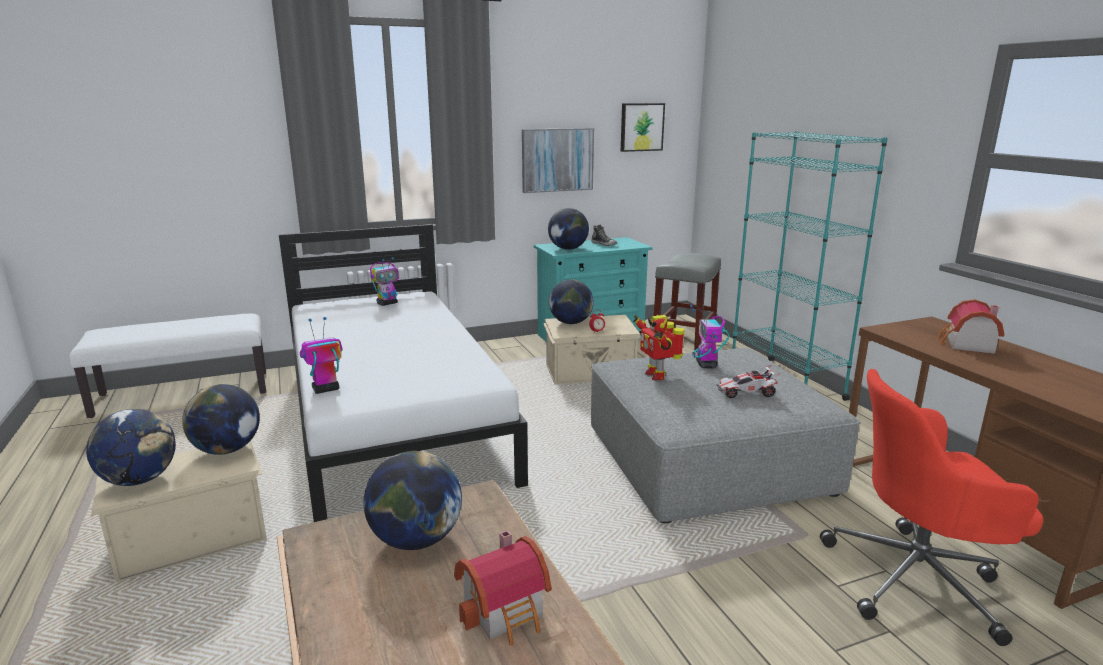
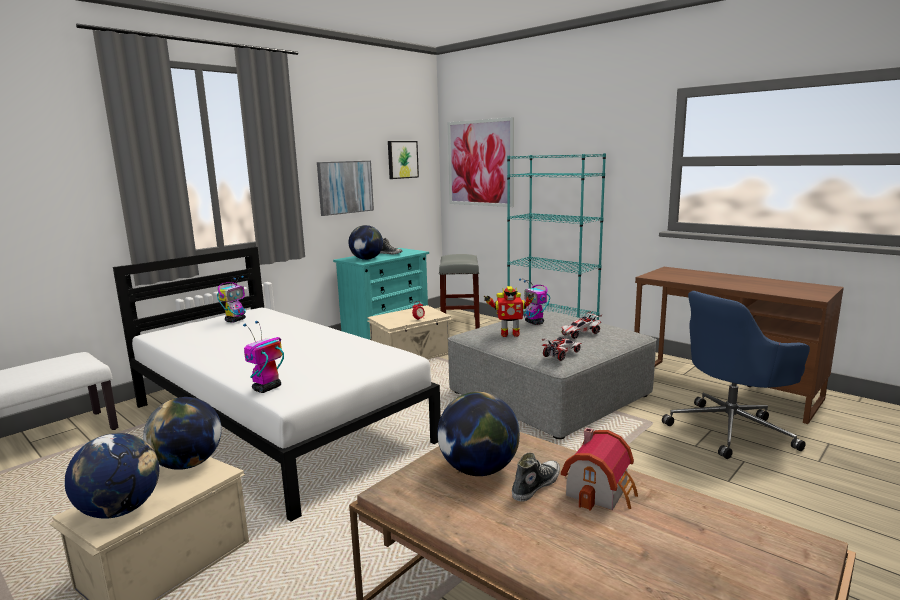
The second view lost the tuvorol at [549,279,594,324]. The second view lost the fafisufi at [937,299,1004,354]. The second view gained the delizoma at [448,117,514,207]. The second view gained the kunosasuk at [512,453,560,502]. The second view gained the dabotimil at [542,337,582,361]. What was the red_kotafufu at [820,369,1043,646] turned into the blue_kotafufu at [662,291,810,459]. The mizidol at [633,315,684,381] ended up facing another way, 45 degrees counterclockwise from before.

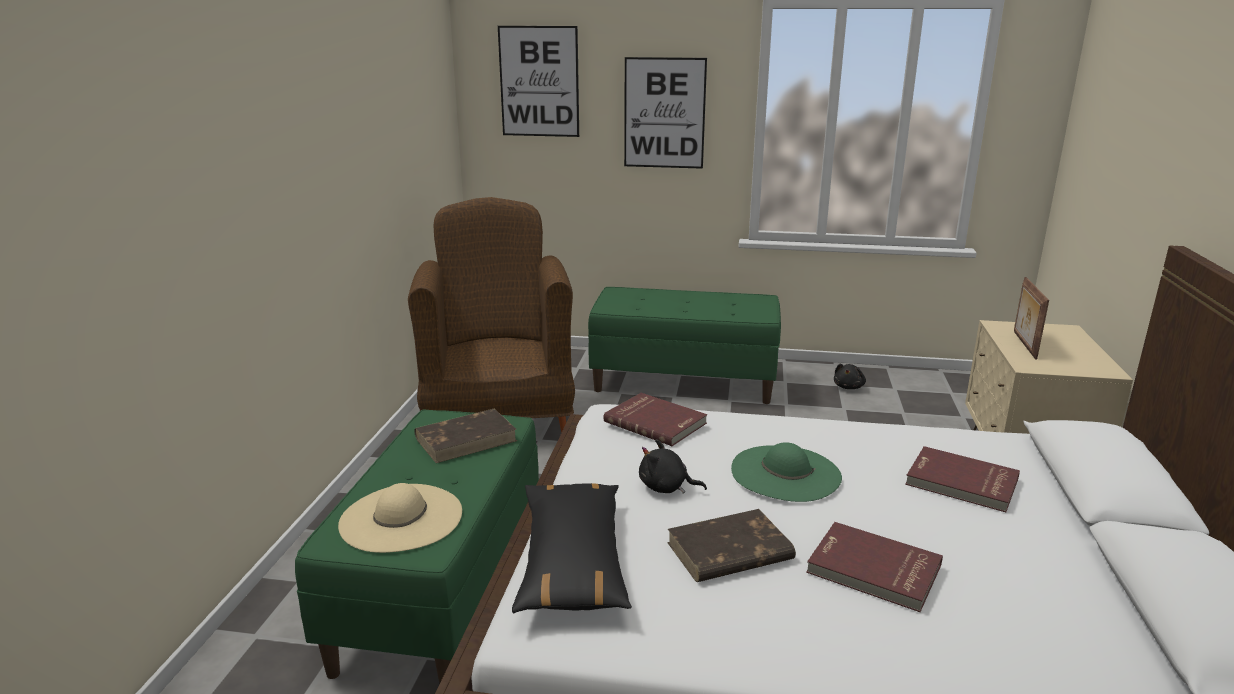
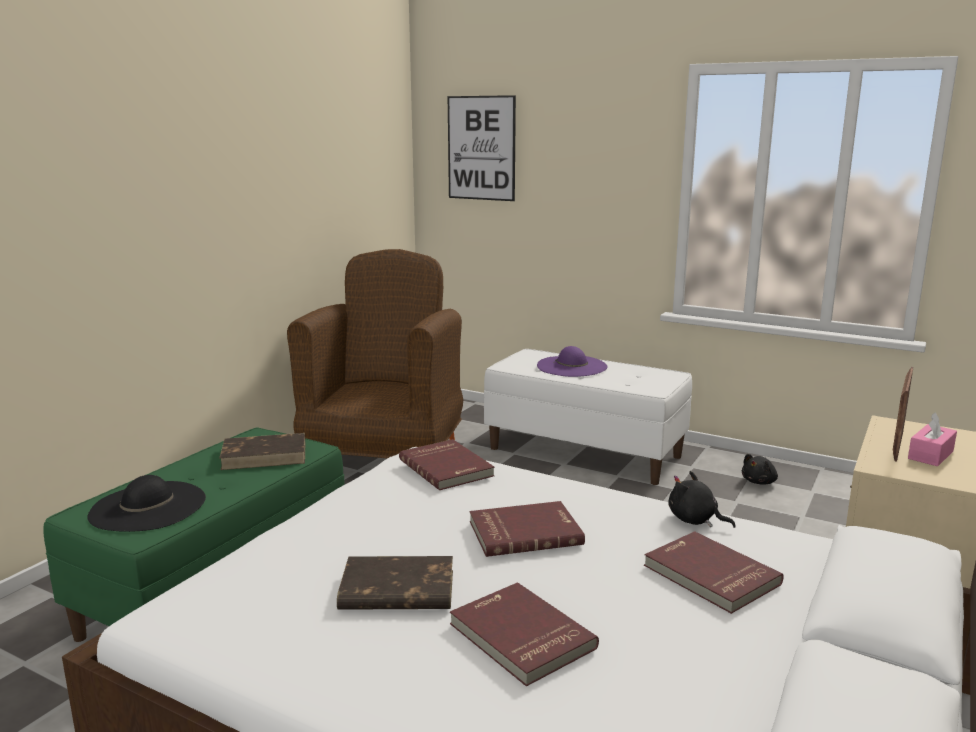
The second view lost the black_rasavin at [512,483,632,613]. The second view lost the delizoma at [624,57,707,169]. The second view gained the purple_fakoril at [537,346,608,377]. The second view gained the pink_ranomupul at [908,412,957,466]. The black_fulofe ended up elsewhere, having gone from [639,439,707,494] to [668,471,736,528]. Where the green_fakoril stood at [731,442,842,502], the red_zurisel came to stand at [469,501,585,557]. What was the beige_fakoril at [338,483,462,553] turned into the black_fakoril at [87,475,206,532]. What was the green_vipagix at [588,287,781,404] turned into the white_vipagix at [484,349,692,485].

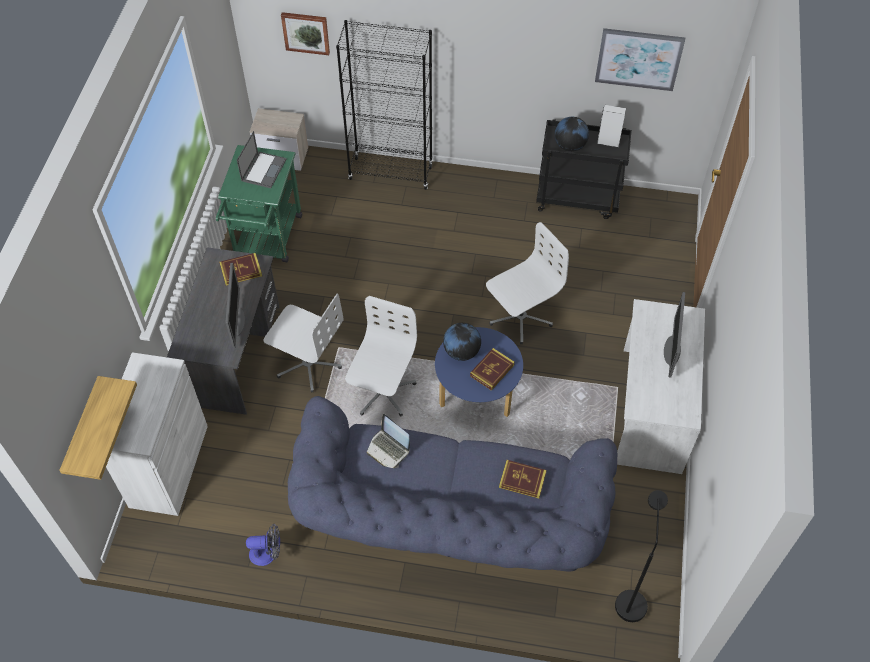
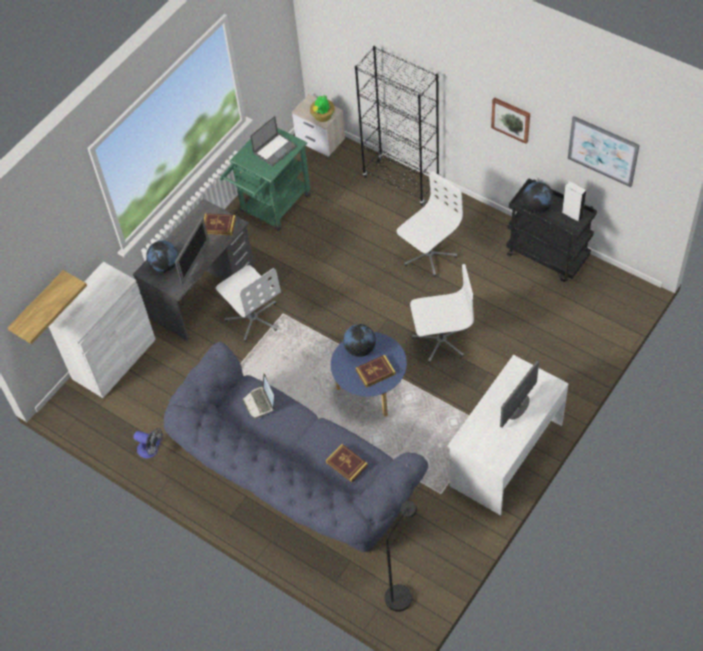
The second view gained the tuvorol at [146,240,178,272]. The second view gained the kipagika at [310,95,335,122]. The delizoma ended up elsewhere, having gone from [281,12,330,55] to [491,97,530,144]. The white_kotafufu ended up elsewhere, having gone from [345,296,417,417] to [397,171,463,277].

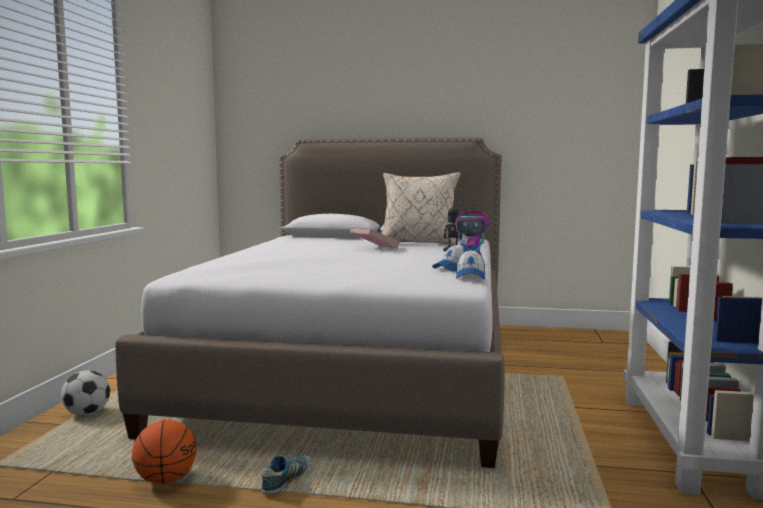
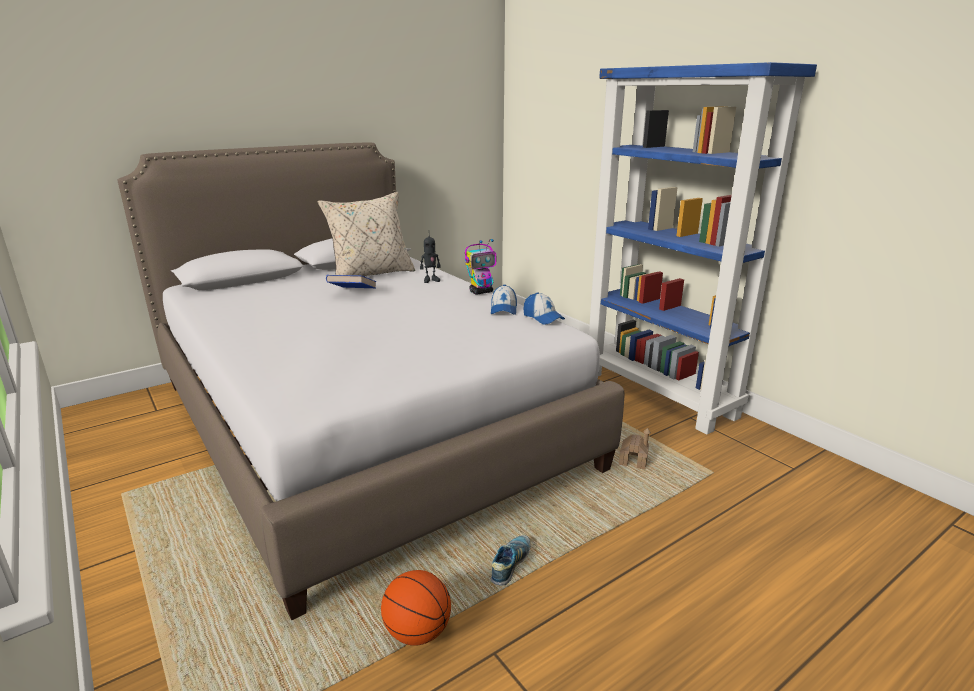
The second view lost the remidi at [61,370,110,416]. The second view gained the fafisufi at [619,428,651,469]. What was the pink_zurisel at [350,226,400,248] turned into the blue_zurisel at [326,275,376,288]. The kunosasuk at [261,455,311,495] ended up facing another way, 45 degrees clockwise from before.

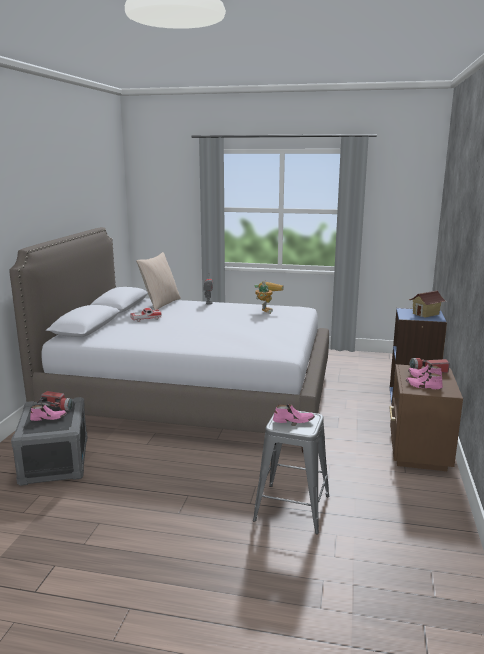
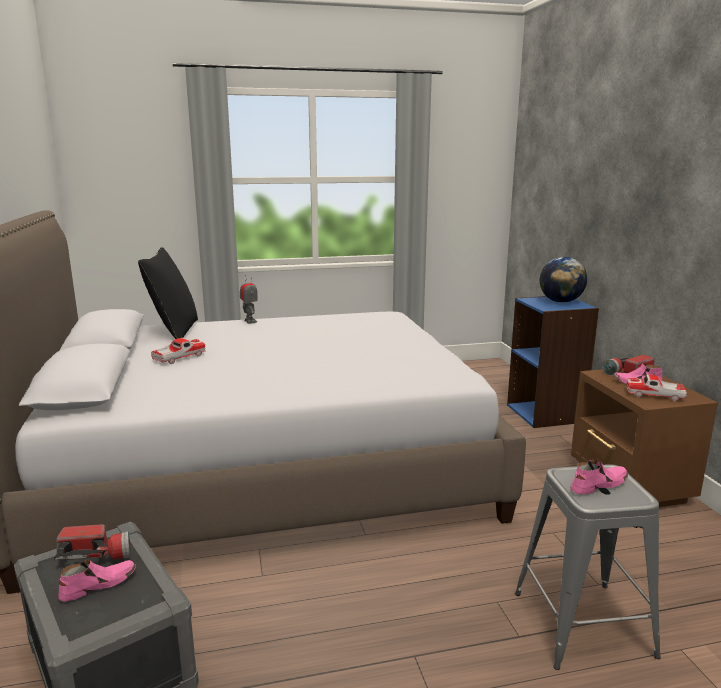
The second view lost the mizidol at [255,280,284,314]. Where the pink_kunosasuk stood at [406,372,443,389], the dabotimil came to stand at [627,375,687,401]. Where the fafisufi stood at [408,290,445,318], the tuvorol came to stand at [540,257,587,303]. What was the beige_rasavin at [136,252,181,310] turned into the black_rasavin at [138,247,198,339].

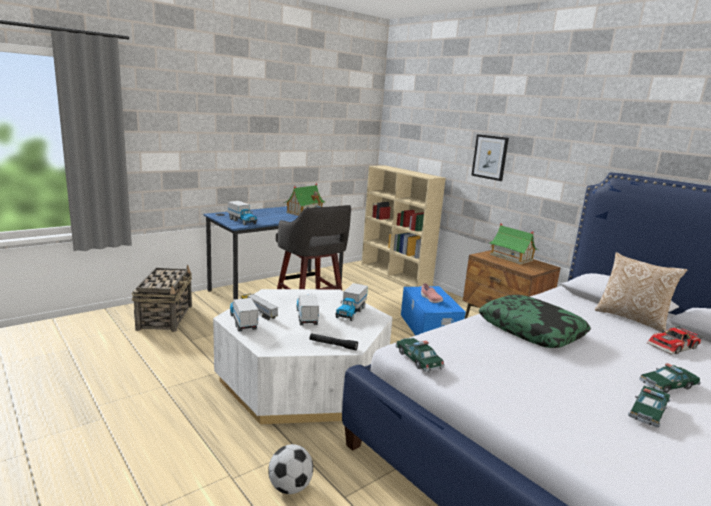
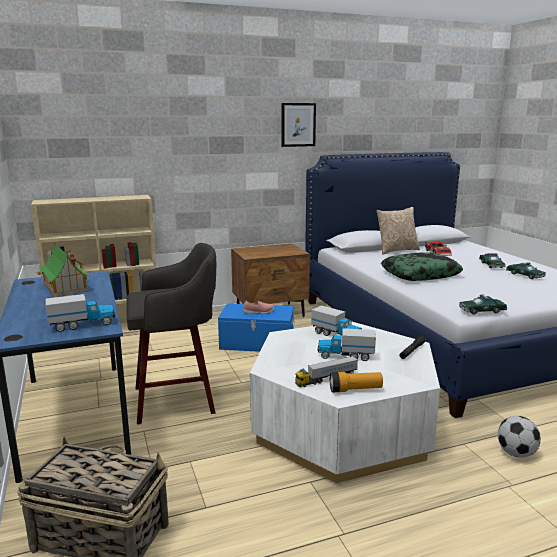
The second view lost the fafisufi at [489,223,538,265]. The delizoma ended up elsewhere, having gone from [471,134,509,181] to [281,103,316,147]. Where the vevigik stood at [230,298,258,332], the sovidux came to stand at [330,372,383,392].

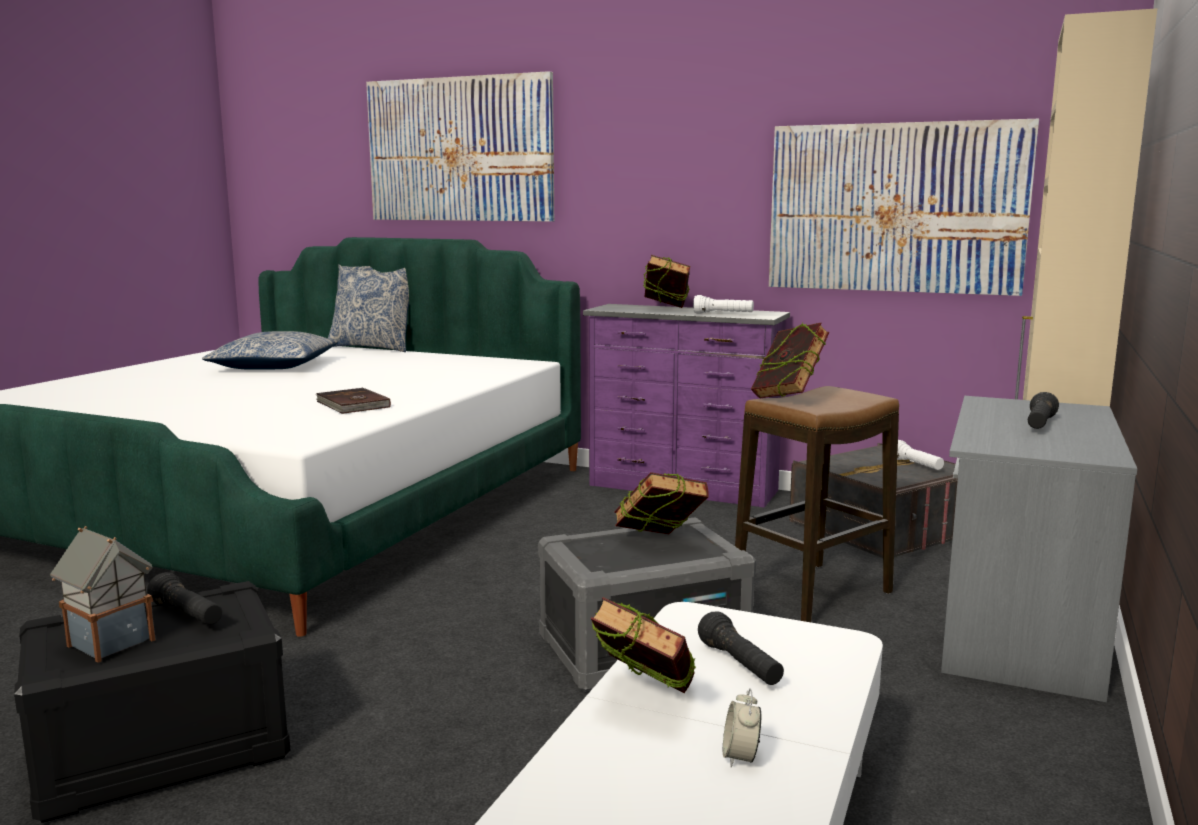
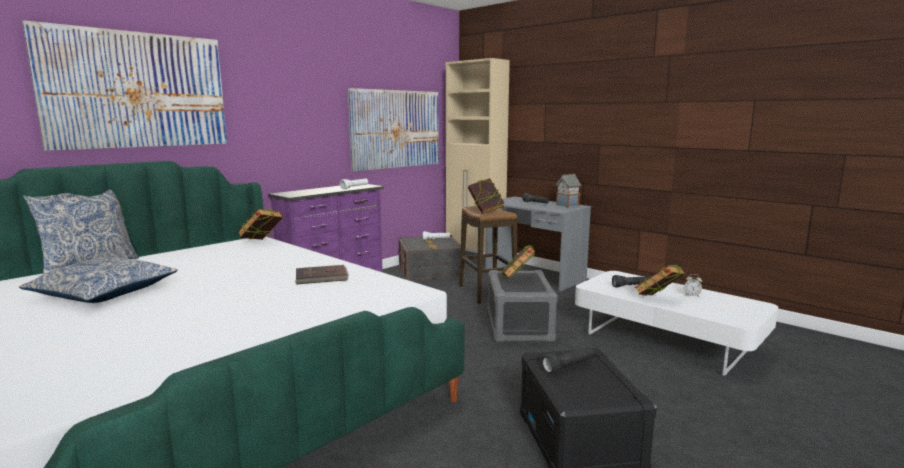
The fafisufi ended up elsewhere, having gone from [50,526,156,663] to [556,173,581,207]. The zurisel ended up elsewhere, having gone from [643,255,690,308] to [238,209,283,240].

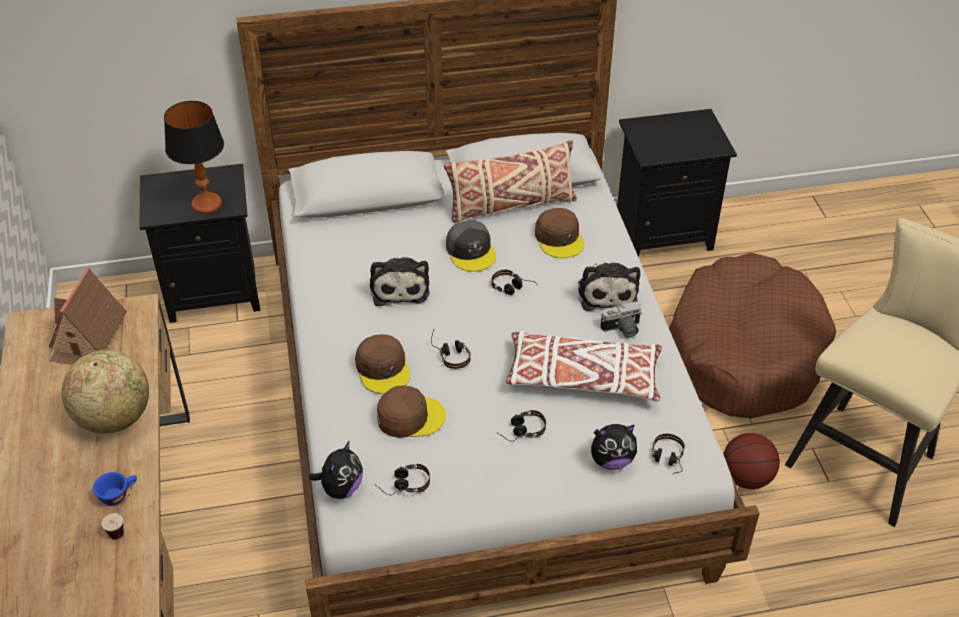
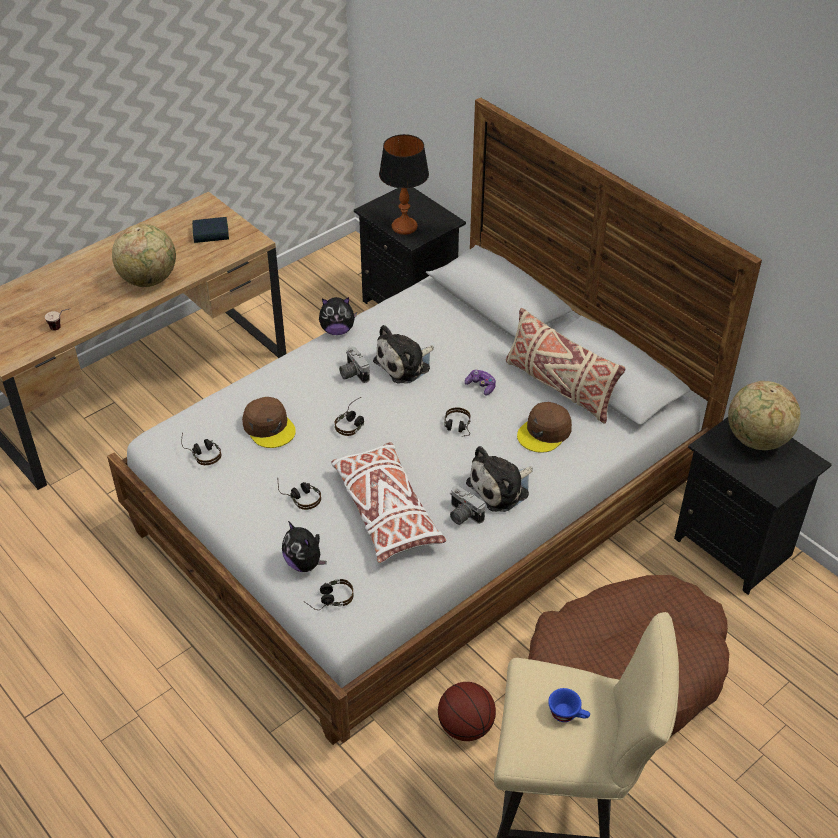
The second view lost the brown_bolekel at [355,334,410,394]. The second view gained the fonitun at [339,346,370,383]. The second view gained the tuvorol at [728,381,801,450]. The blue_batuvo ended up elsewhere, having gone from [93,472,137,506] to [548,688,590,722]. The fulofe ended up elsewhere, having gone from [309,440,363,499] to [319,297,357,335]. Where the fafisufi stood at [49,267,127,365], the zurisel came to stand at [192,217,229,243]. Where the grey_bolekel stood at [446,220,496,272], the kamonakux came to stand at [465,369,496,396].

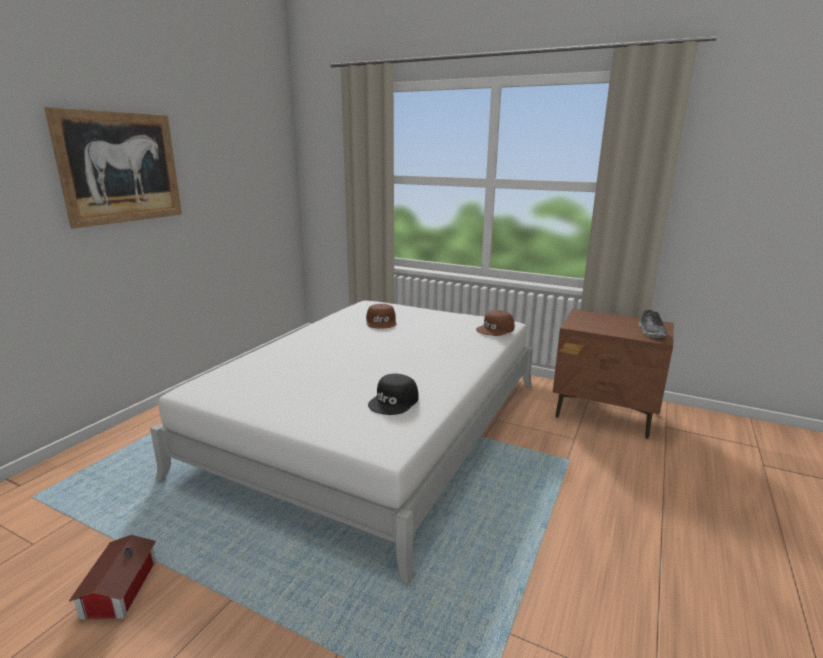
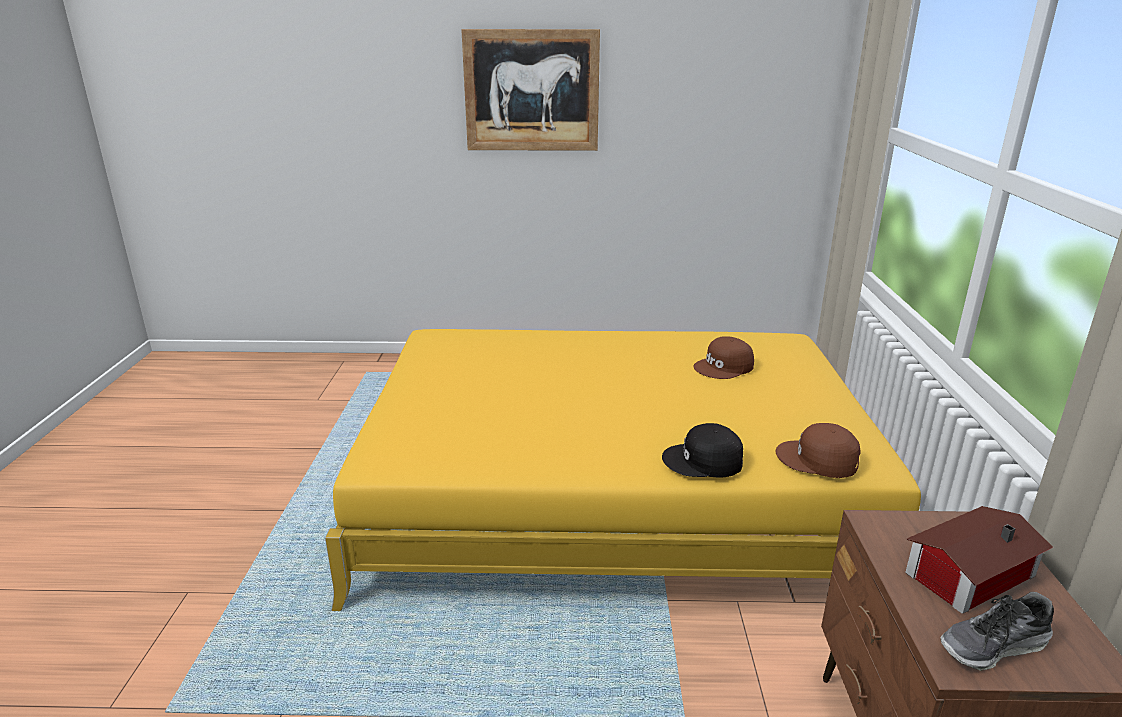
The fafisufi ended up elsewhere, having gone from [69,535,156,620] to [905,506,1053,614]. The black_bolekel ended up elsewhere, having gone from [368,373,419,415] to [662,423,743,478]. What was the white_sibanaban at [150,301,533,584] turned into the yellow_sibanaban at [325,329,921,611].

